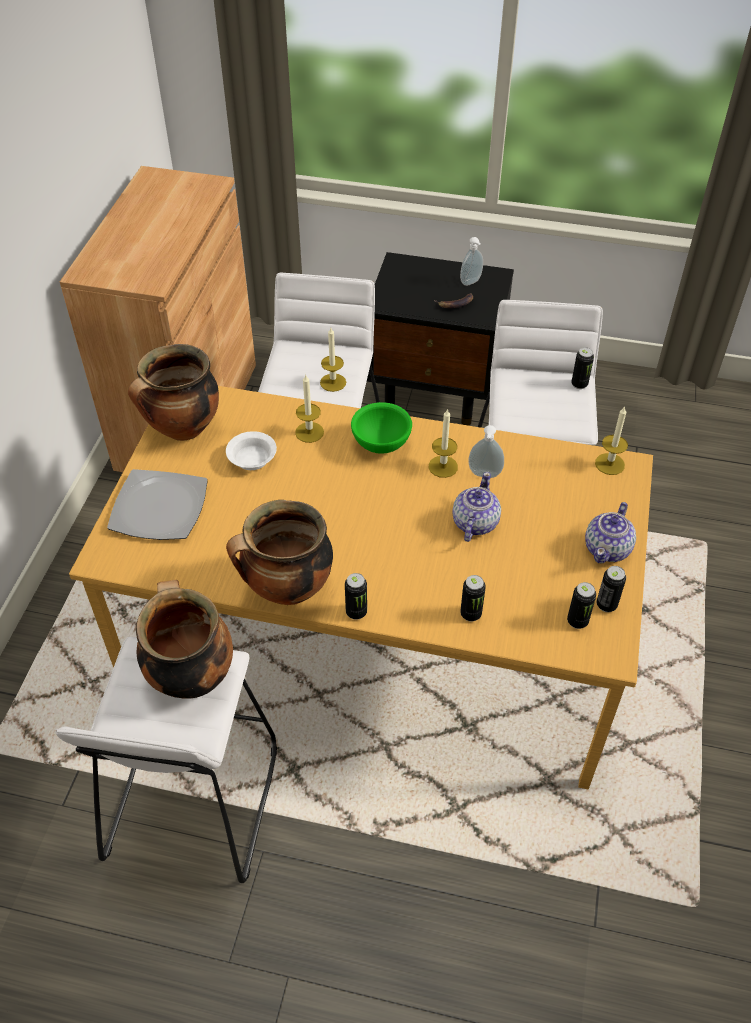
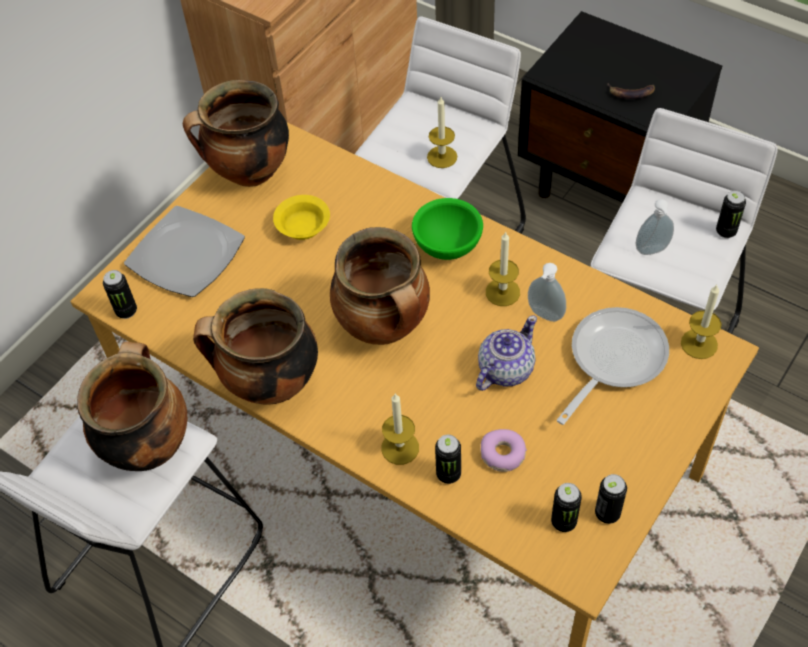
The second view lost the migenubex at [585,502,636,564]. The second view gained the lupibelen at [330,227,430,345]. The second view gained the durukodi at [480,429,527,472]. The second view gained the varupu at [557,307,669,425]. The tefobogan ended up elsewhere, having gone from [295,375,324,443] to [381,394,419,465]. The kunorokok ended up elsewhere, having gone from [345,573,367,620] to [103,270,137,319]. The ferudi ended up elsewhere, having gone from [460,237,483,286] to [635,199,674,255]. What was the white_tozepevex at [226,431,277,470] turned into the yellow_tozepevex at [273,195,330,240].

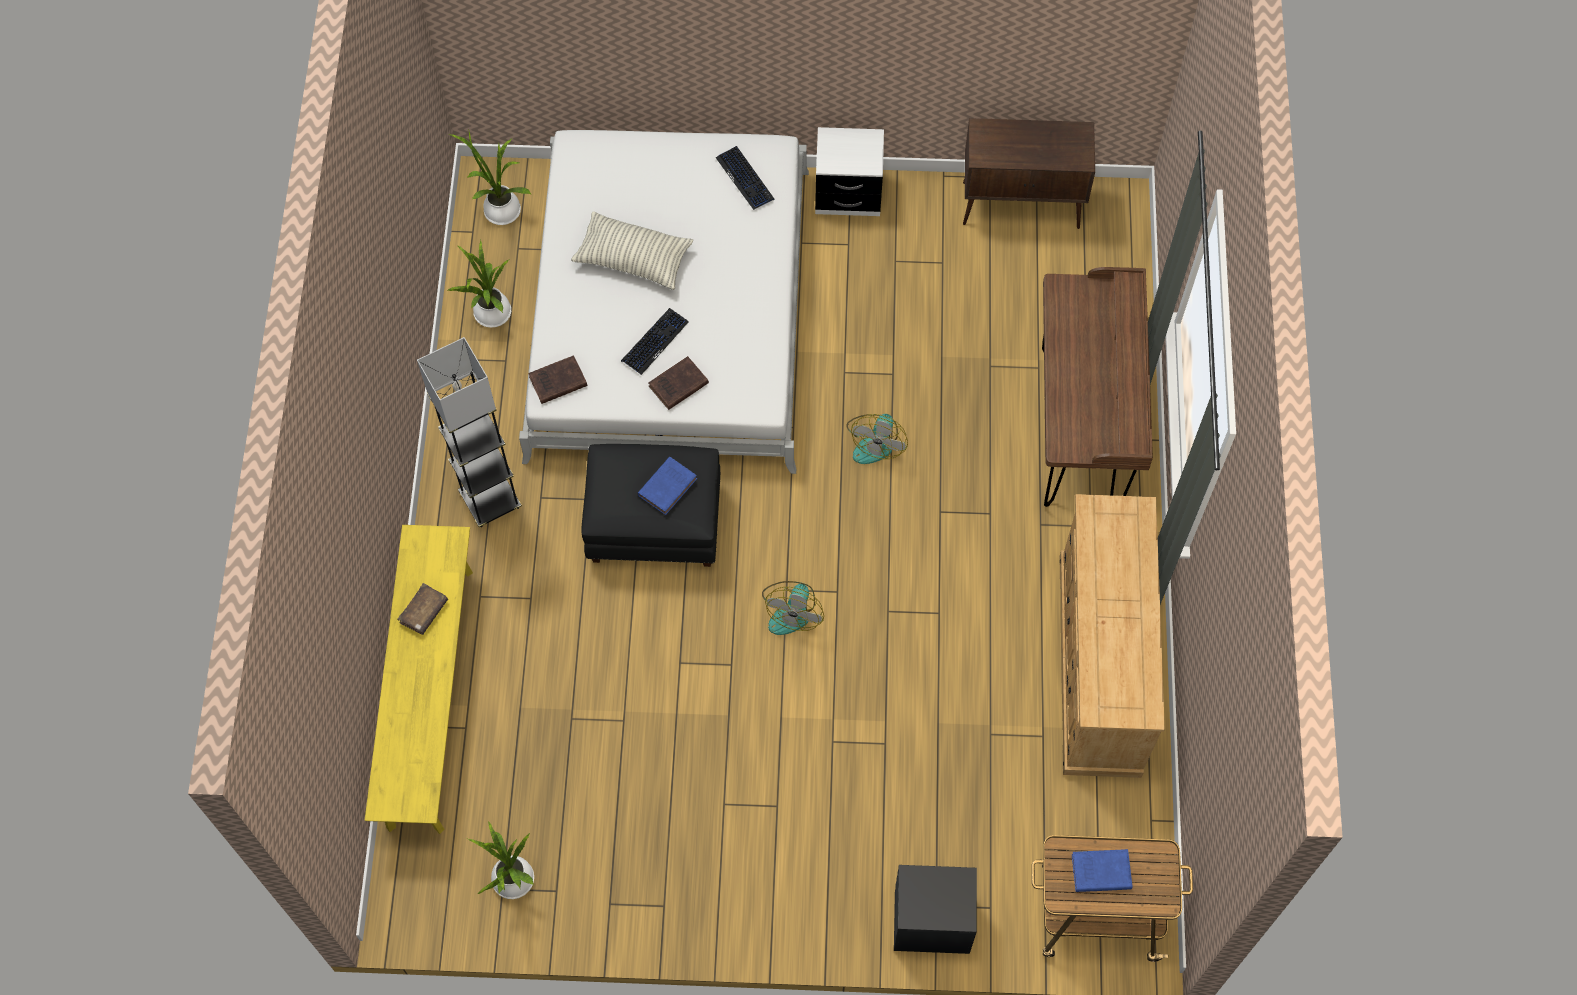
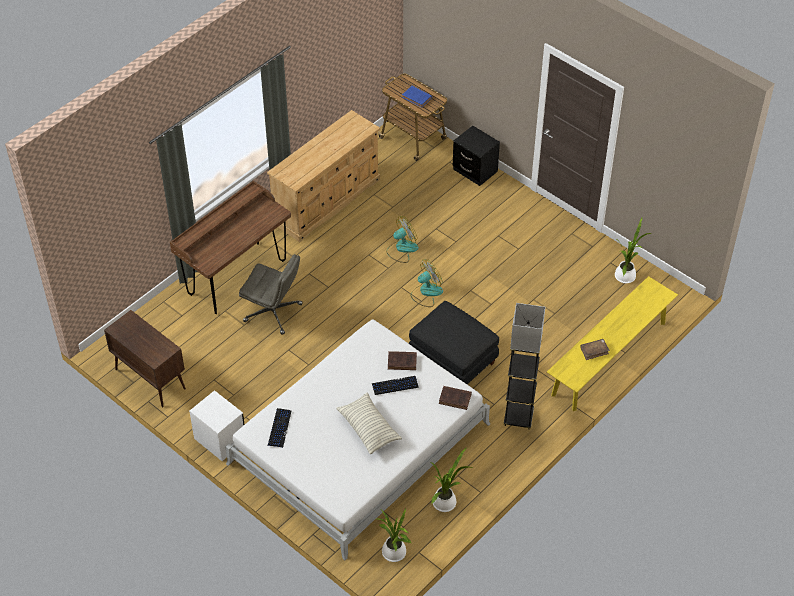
The second view lost the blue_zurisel at [637,457,697,515]. The second view gained the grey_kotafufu at [239,254,303,335]. The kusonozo ended up elsewhere, having gone from [847,414,908,464] to [386,216,419,263].

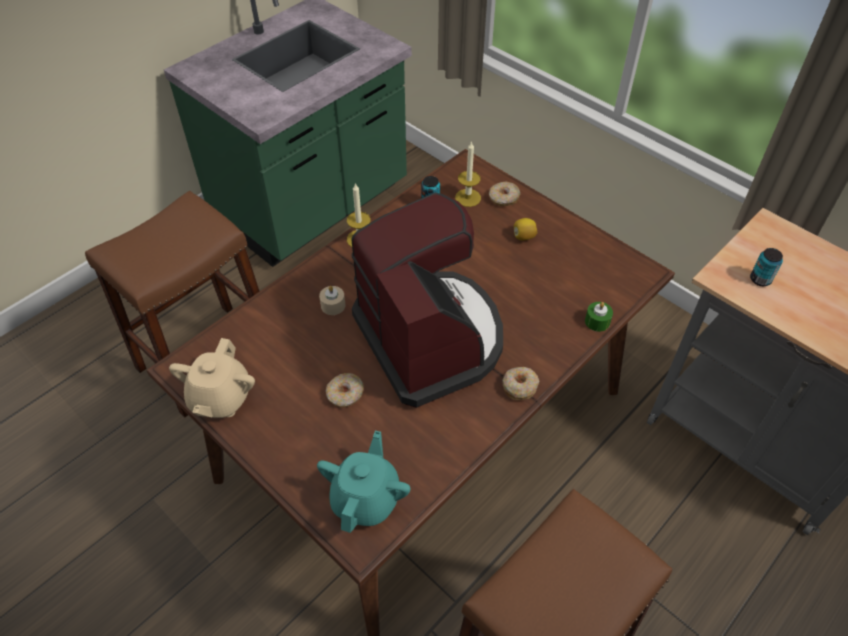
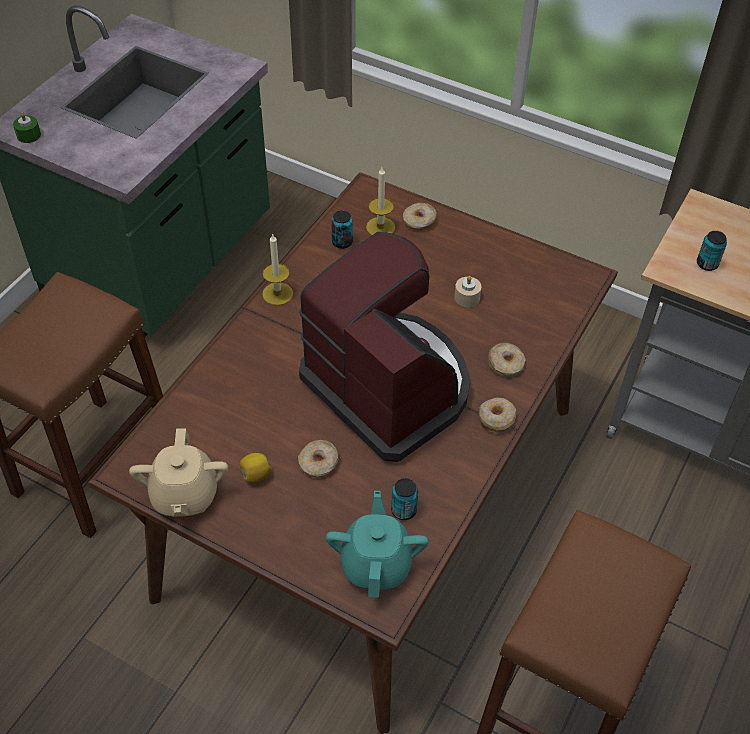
The second view gained the kunorokok at [391,478,418,520]. The second view gained the durukodi at [489,343,526,377]. The beige_tefobogan ended up elsewhere, having gone from [319,286,345,315] to [454,276,481,307]. The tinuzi ended up elsewhere, having gone from [514,218,537,240] to [240,453,271,483]. The green_tefobogan ended up elsewhere, having gone from [585,302,613,332] to [13,112,41,143].

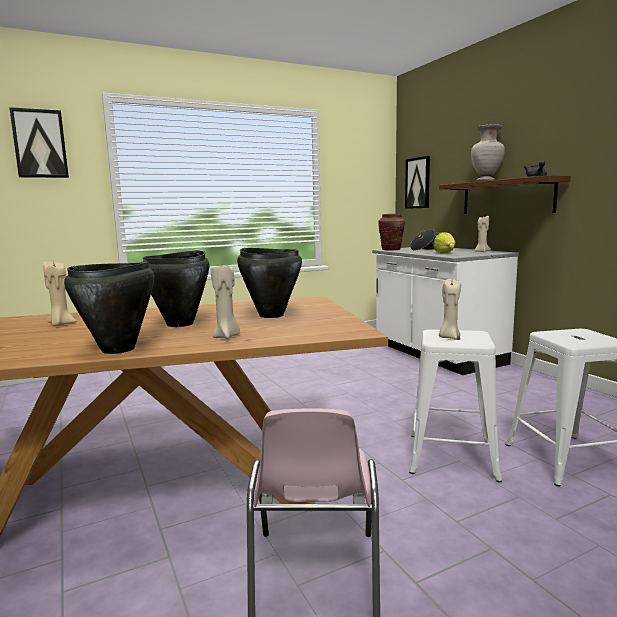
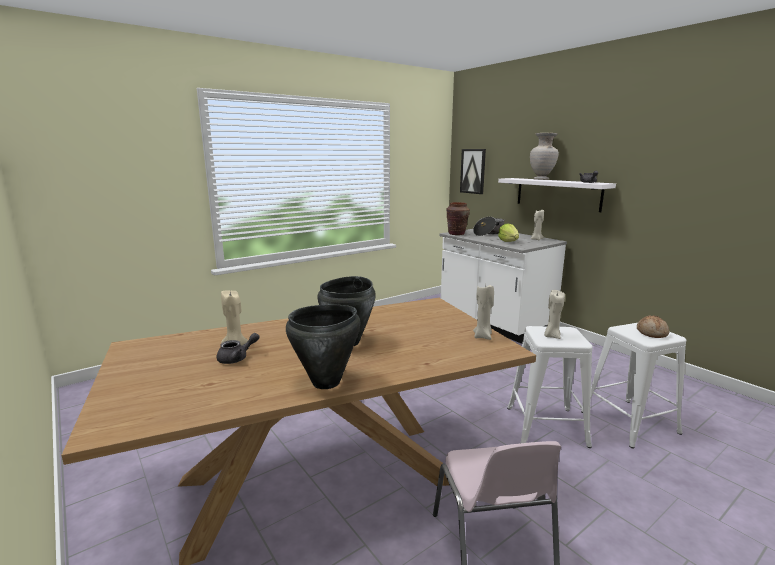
The second view lost the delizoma at [9,107,69,178]. The second view lost the black_lupibelen at [237,248,302,318]. The second view gained the grey_migenubex at [217,333,259,364]. The second view gained the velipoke at [637,315,670,338]. The beige_tefobogan ended up elsewhere, having gone from [211,265,240,339] to [473,285,494,340]. What was the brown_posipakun at [439,175,571,214] turned into the white_posipakun at [498,178,616,212].

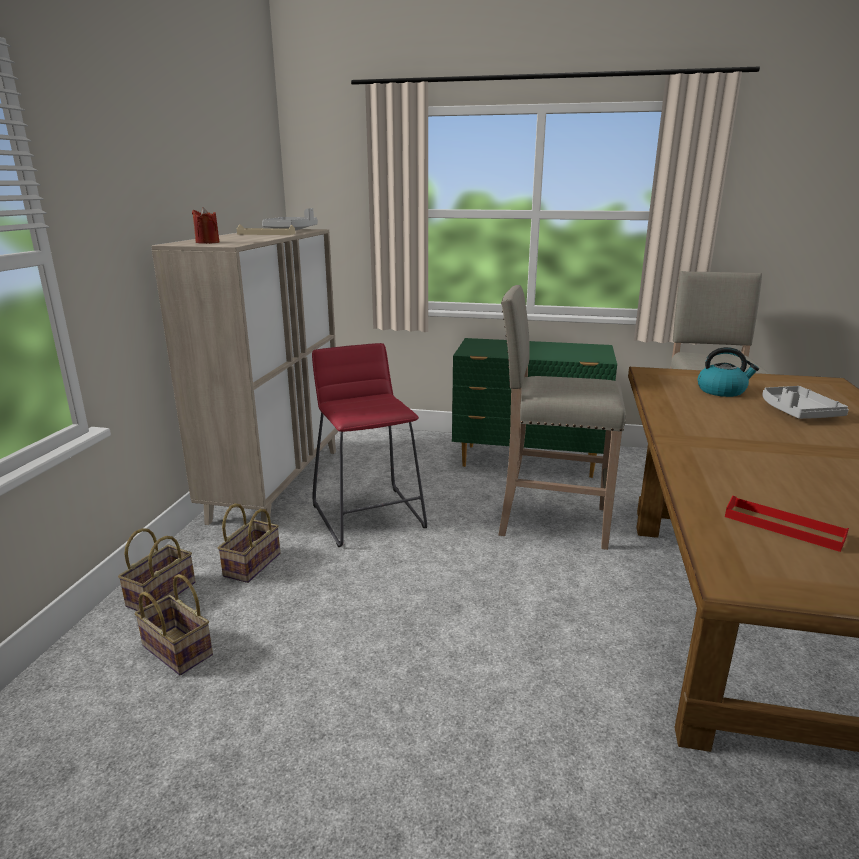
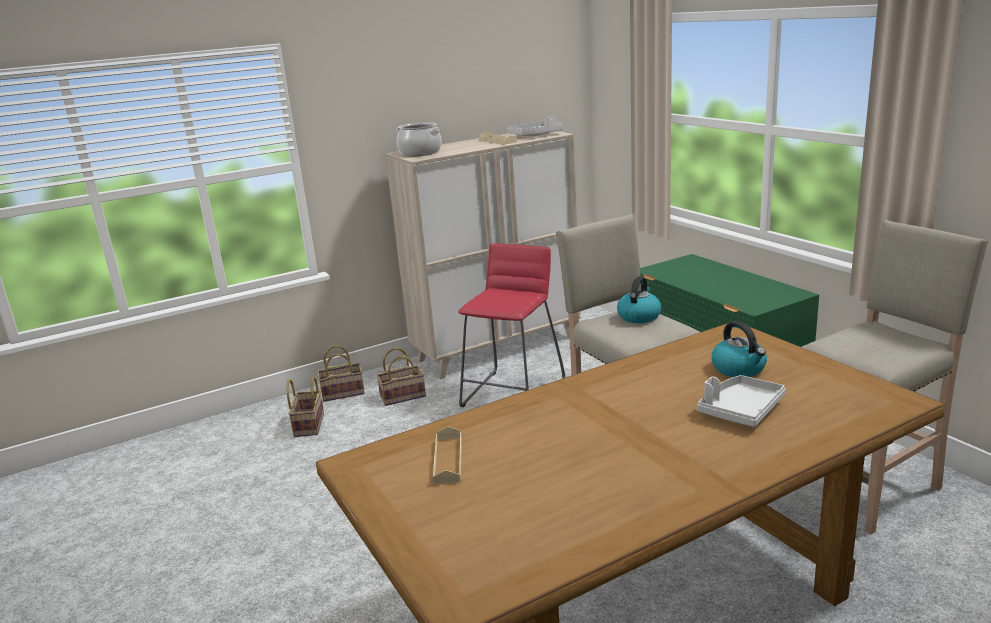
The second view gained the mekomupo at [617,276,662,323]. Where the red_tefobogan stood at [192,207,219,244], the lupibelen came to stand at [396,122,442,156]. What was the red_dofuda at [725,496,849,552] turned into the beige_dofuda at [433,426,462,485].

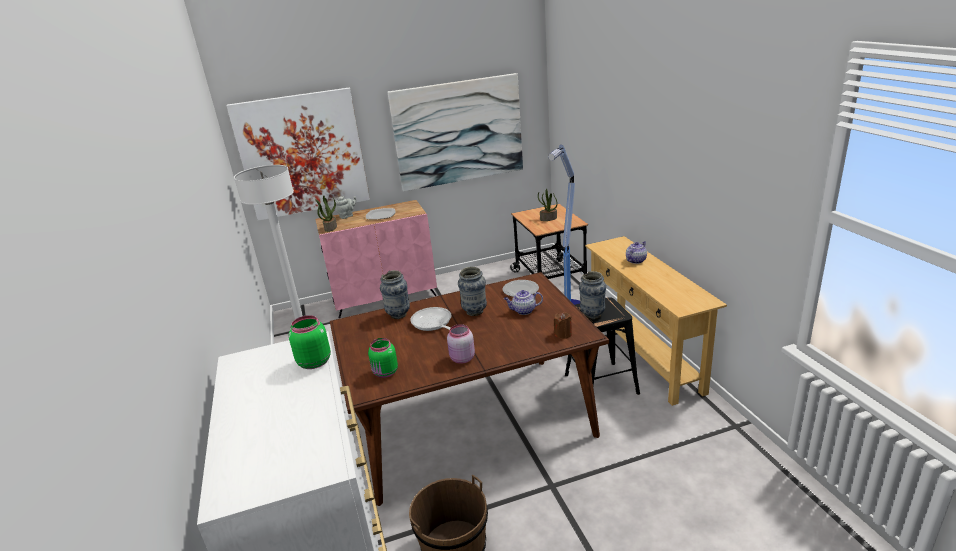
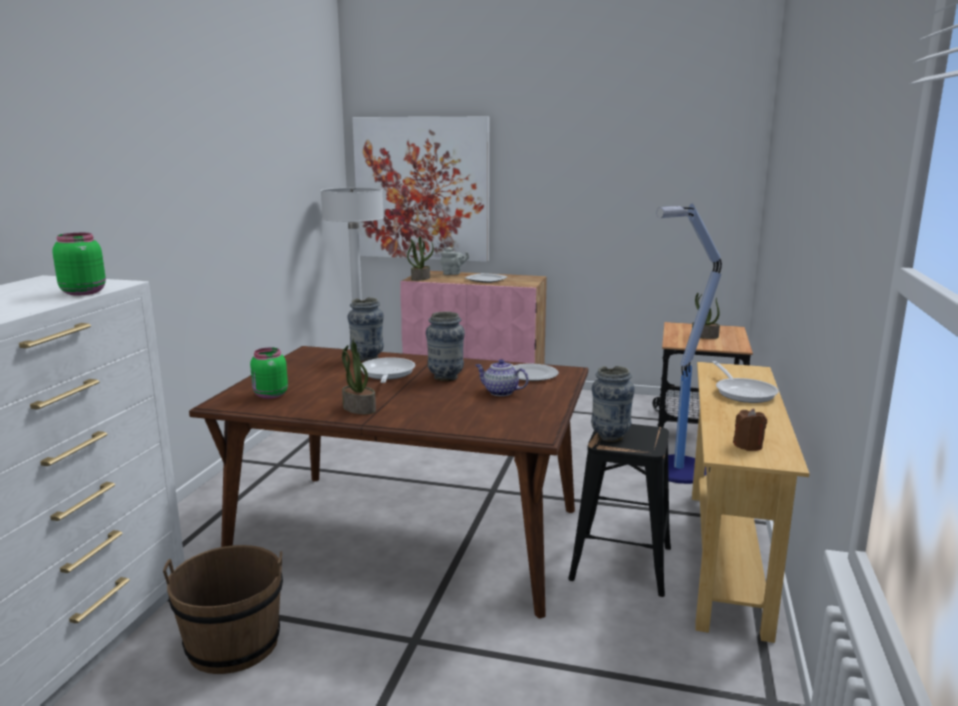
The second view lost the delizoma at [387,73,523,192]. The brown_tefobogan ended up elsewhere, having gone from [554,312,572,339] to [733,409,767,451]. Where the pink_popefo stood at [447,324,475,364], the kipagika came to stand at [342,339,376,414]. Where the migenubex stood at [626,241,647,264], the varupu came to stand at [712,361,779,403].

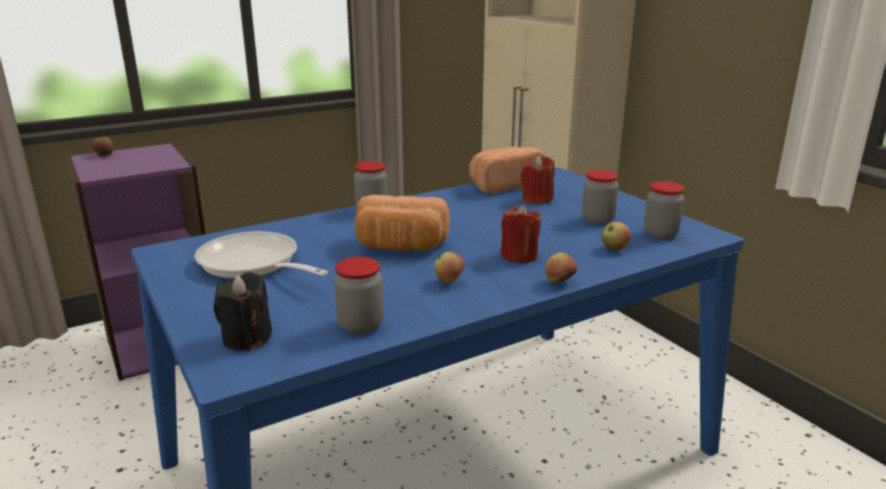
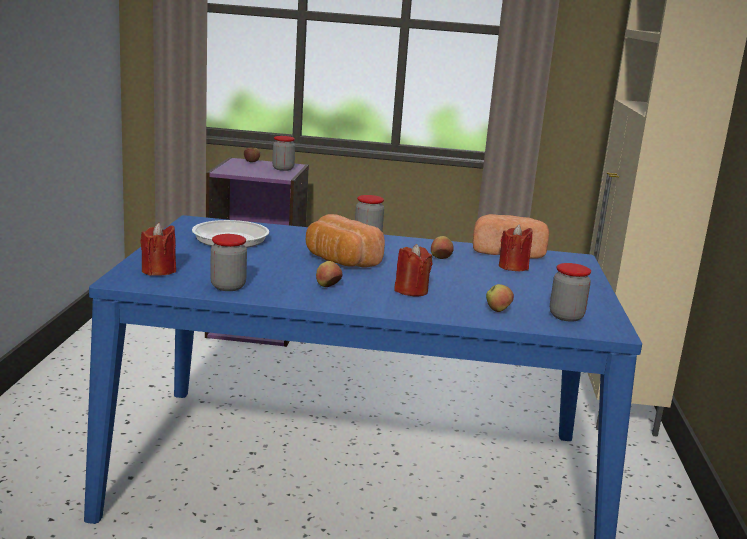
The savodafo ended up elsewhere, having gone from [545,252,577,284] to [431,236,454,259]. The popefo ended up elsewhere, having gone from [582,170,619,224] to [272,136,295,171]. What was the black_tefobogan at [214,272,272,351] turned into the red_tefobogan at [140,223,176,276].

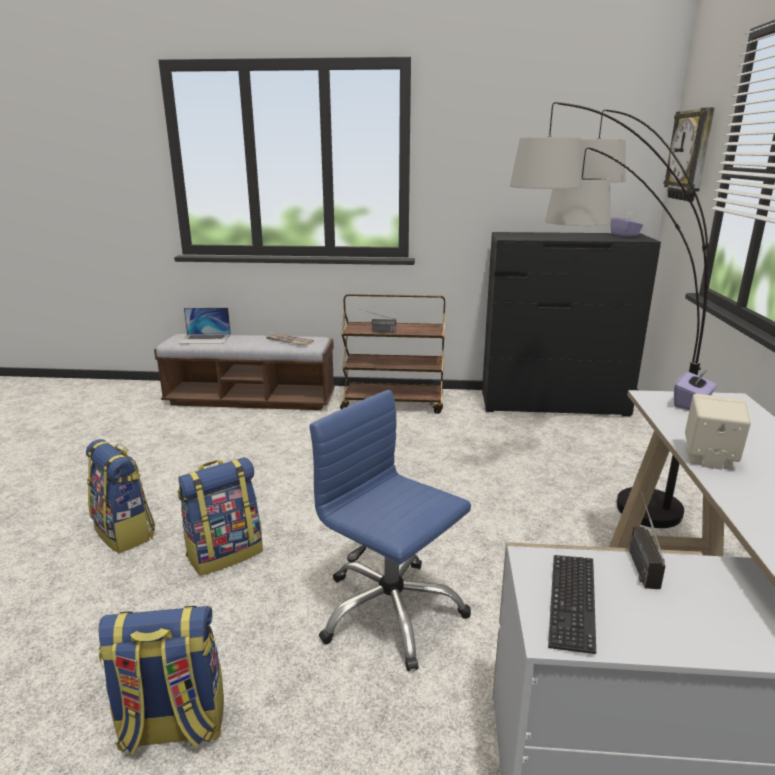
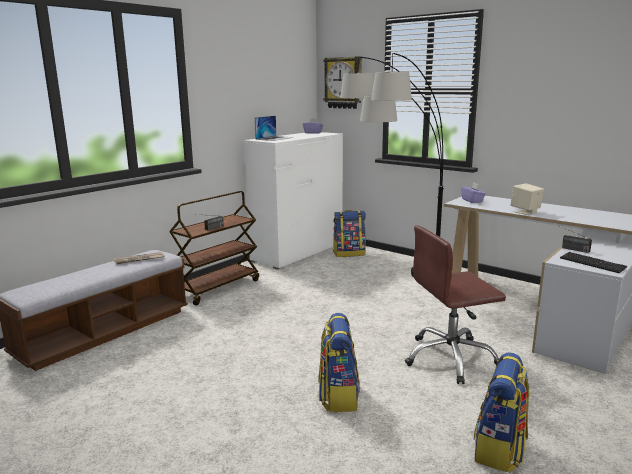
The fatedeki ended up elsewhere, having gone from [86,439,155,553] to [333,210,366,257]. The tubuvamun ended up elsewhere, having gone from [178,308,231,344] to [255,116,294,141]. What was the blue_kotafufu at [309,390,471,671] turned into the brown_kotafufu at [405,225,506,384]. What was the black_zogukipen at [482,232,661,416] turned into the white_zogukipen at [244,132,343,270].

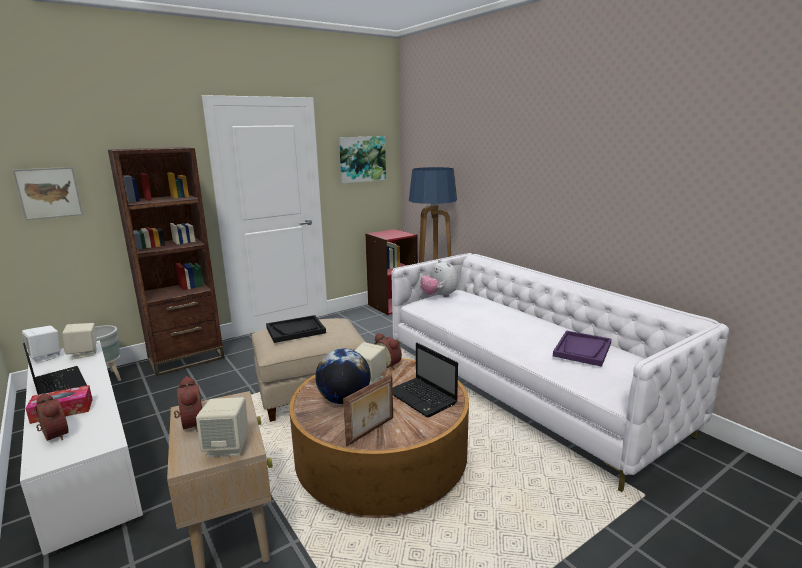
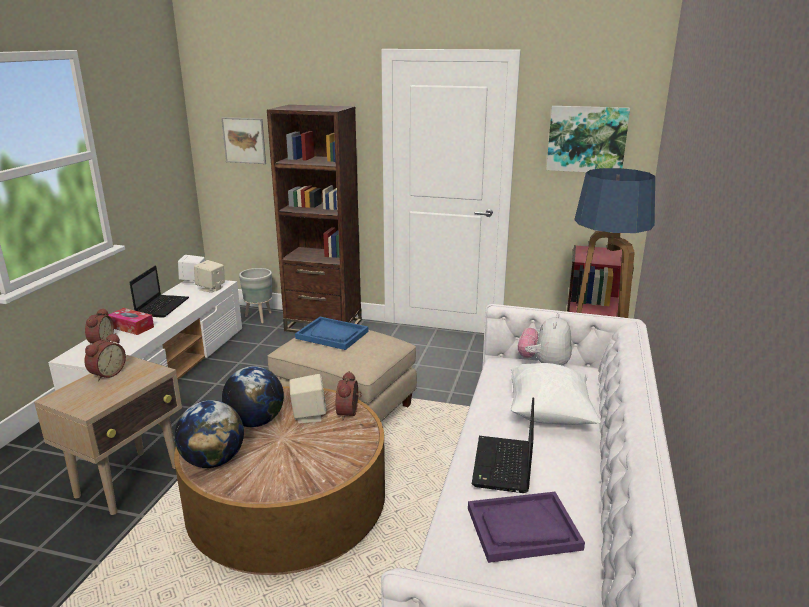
The second view lost the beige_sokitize at [196,397,248,457]. The second view gained the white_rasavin at [511,363,601,425]. The tubuvamun ended up elsewhere, having gone from [393,343,458,417] to [472,397,534,493]. Where the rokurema stood at [343,374,393,446], the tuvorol came to stand at [174,400,244,468]. What was the black_dofuda at [266,315,326,343] turned into the blue_dofuda at [295,317,368,350].

